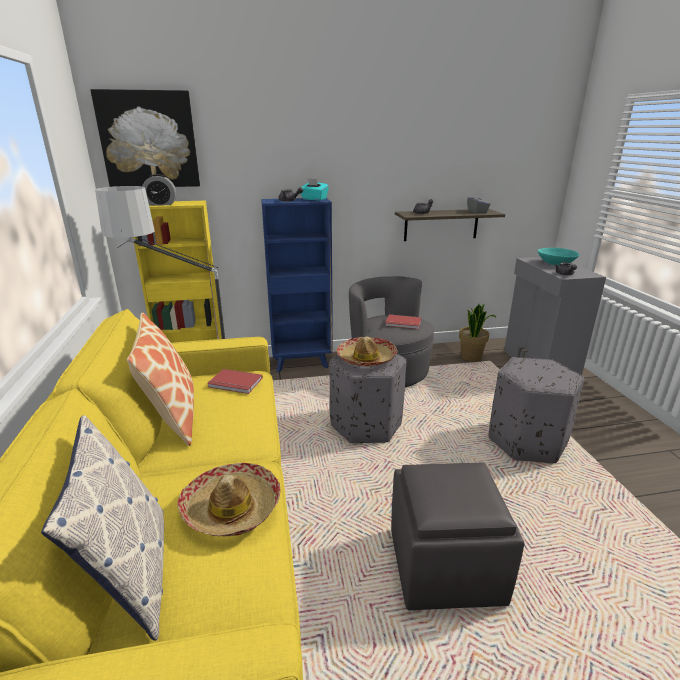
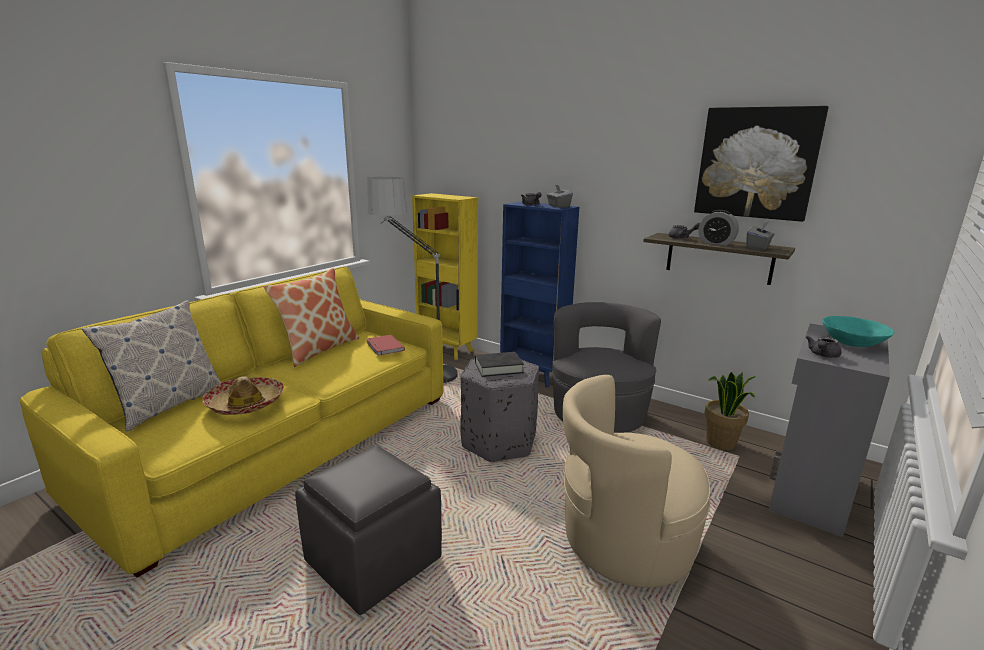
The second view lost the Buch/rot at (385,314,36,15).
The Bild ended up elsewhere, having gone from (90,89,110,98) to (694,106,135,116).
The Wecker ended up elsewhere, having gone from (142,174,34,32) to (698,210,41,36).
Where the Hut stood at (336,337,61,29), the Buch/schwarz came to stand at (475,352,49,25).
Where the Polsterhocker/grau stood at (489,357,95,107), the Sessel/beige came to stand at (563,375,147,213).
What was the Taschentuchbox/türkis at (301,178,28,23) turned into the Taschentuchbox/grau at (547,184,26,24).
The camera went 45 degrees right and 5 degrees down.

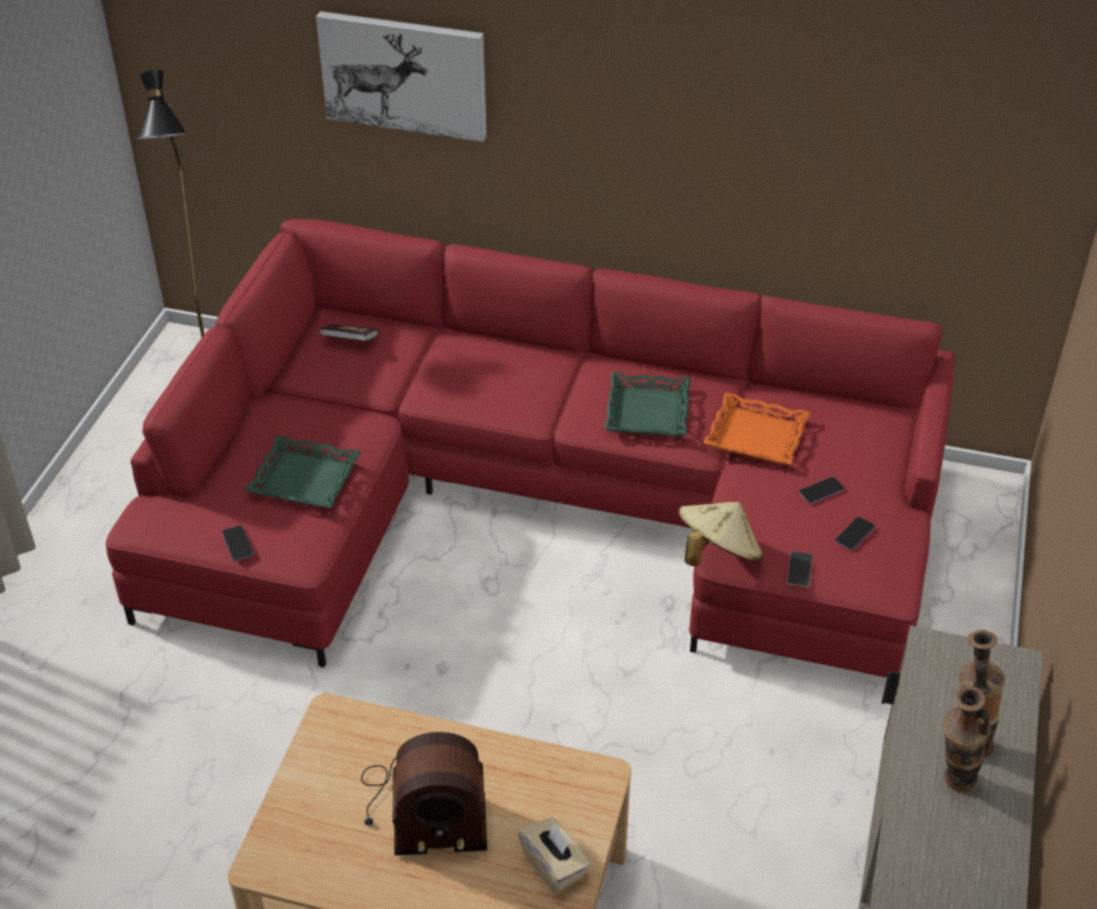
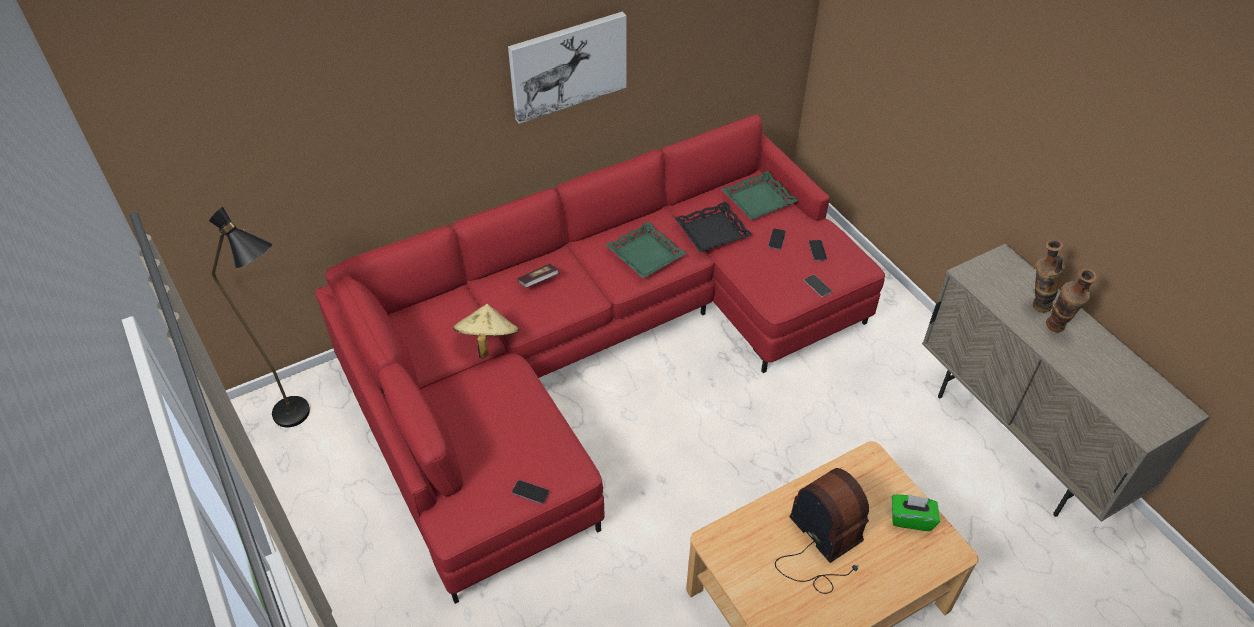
The Tablett/grün ended up elsewhere, having gone from (244,435,117,73) to (722,171,77,49).
The Bild ended up elsewhere, having gone from (316,11,171,131) to (508,12,119,112).
The Buch ended up elsewhere, having gone from (319,324,60,17) to (517,264,42,24).
The Hut/beige ended up elsewhere, having gone from (678,502,85,64) to (453,304,66,54).
What was the Taschentuchbox/beige at (518,817,73,76) turned into the Taschentuchbox/grün at (892,494,48,37).
What was the Tablett/orange at (703,392,108,73) turned into the Tablett/schwarz at (675,202,77,50).
The Radio at (361,732,126,123) ended up facing another way, 75 degrees counterclockwise from before.
The camera went 45 degrees left and 5 degrees up.

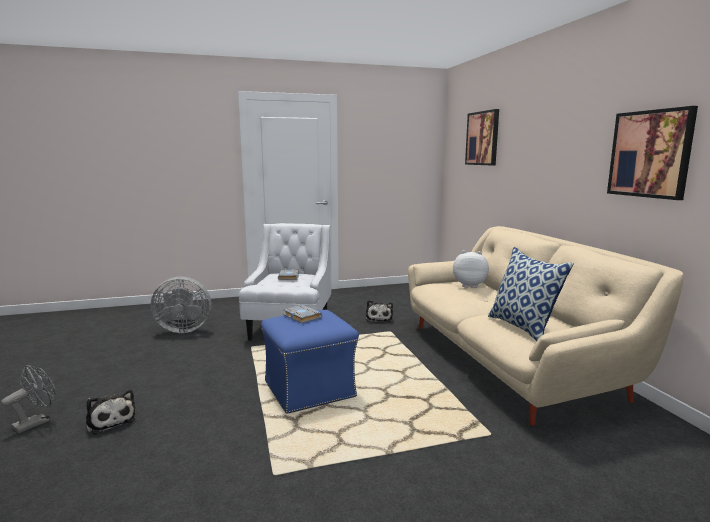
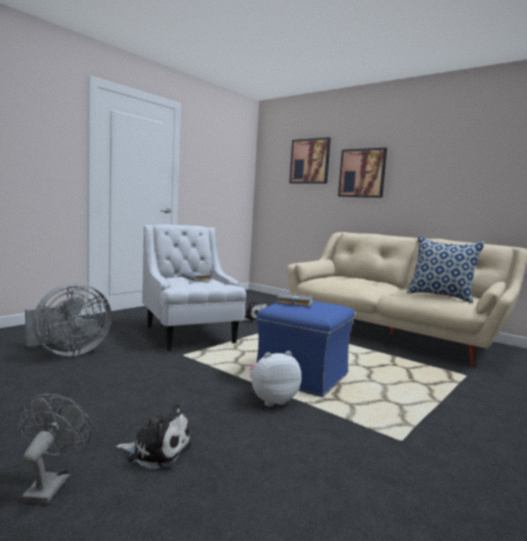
The Plüschtier ended up elsewhere, having gone from (453,250,36,38) to (249,351,52,56).
The Bild ended up elsewhere, having gone from (607,106,91,94) to (338,148,49,50).
The camera went 35 degrees left and 5 degrees down.

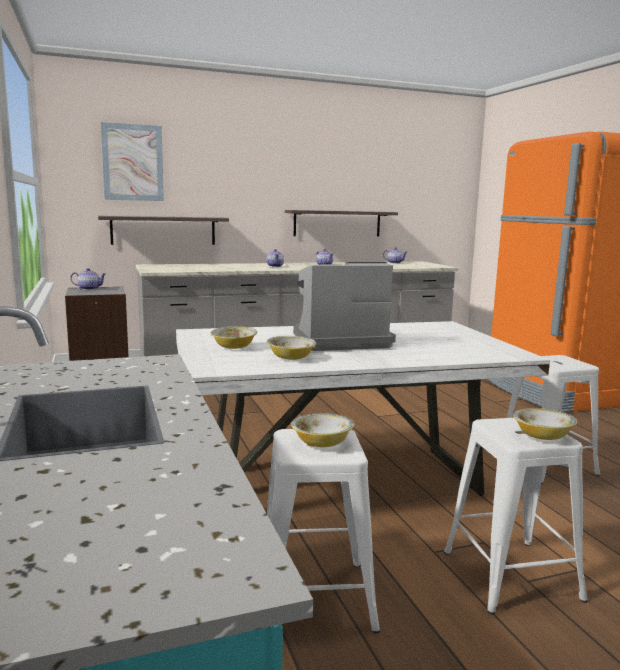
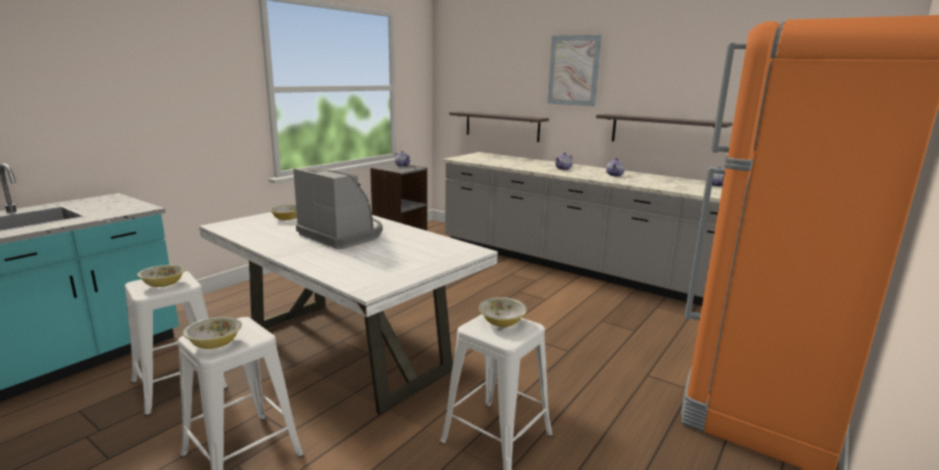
The Bild ended up elsewhere, having gone from (101,122,63,79) to (547,35,55,71).
The Schüssel ended up elsewhere, having gone from (267,336,49,24) to (479,297,48,30).
The camera went 55 degrees right and 5 degrees up.

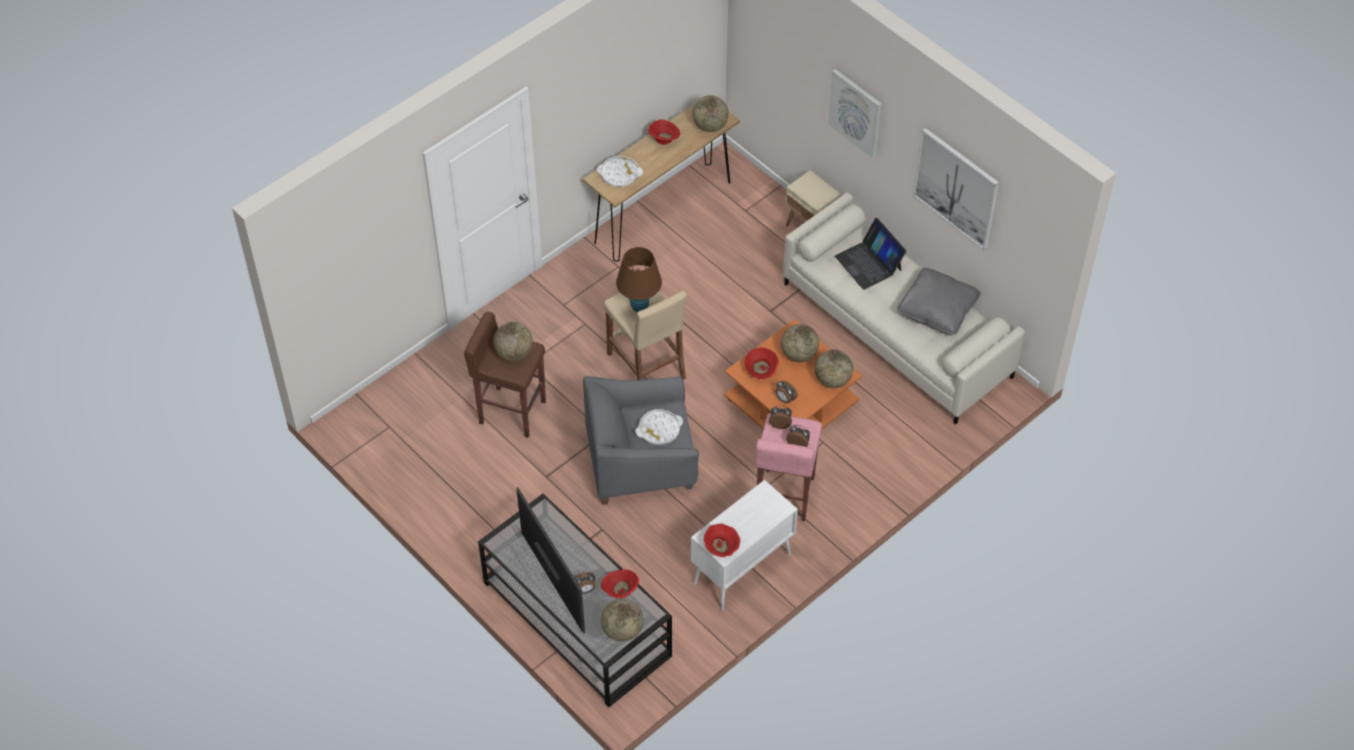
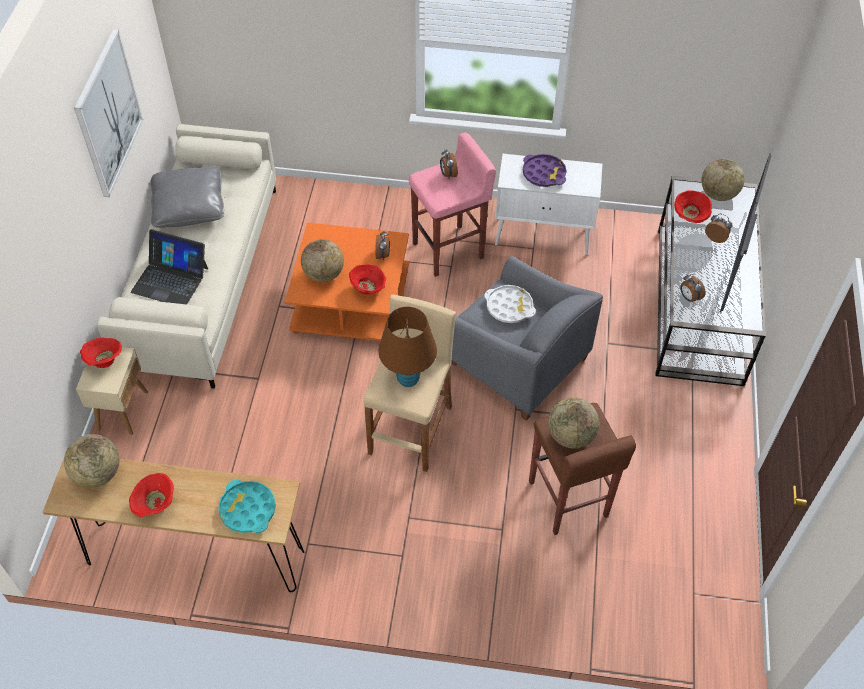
The second view lost the Globus at (815,350,38,38).
The second view lost the Bild at (828,69,54,90).
The second view gained the Tablett/lila at (523,154,43,33).
The Schüssel/rot ended up elsewhere, having gone from (704,524,36,33) to (80,338,42,30).
The Wecker ended up elsewhere, having gone from (769,405,23,24) to (680,274,26,28).
What was the Tablett/weiß at (597,156,46,31) turned into the Tablett/türkis at (218,479,58,54).
The Laptop at (835,218,71,72) ended up facing another way, 90 degrees clockwise from before.
The camera went 130 degrees left and 0 degrees up.

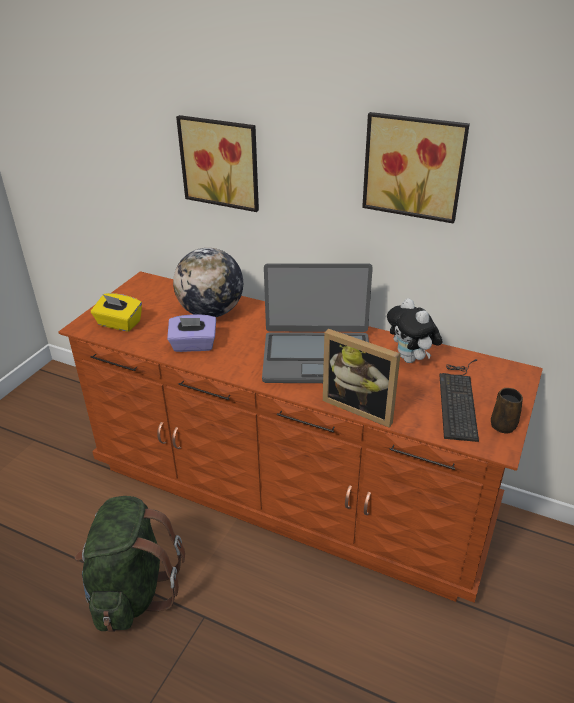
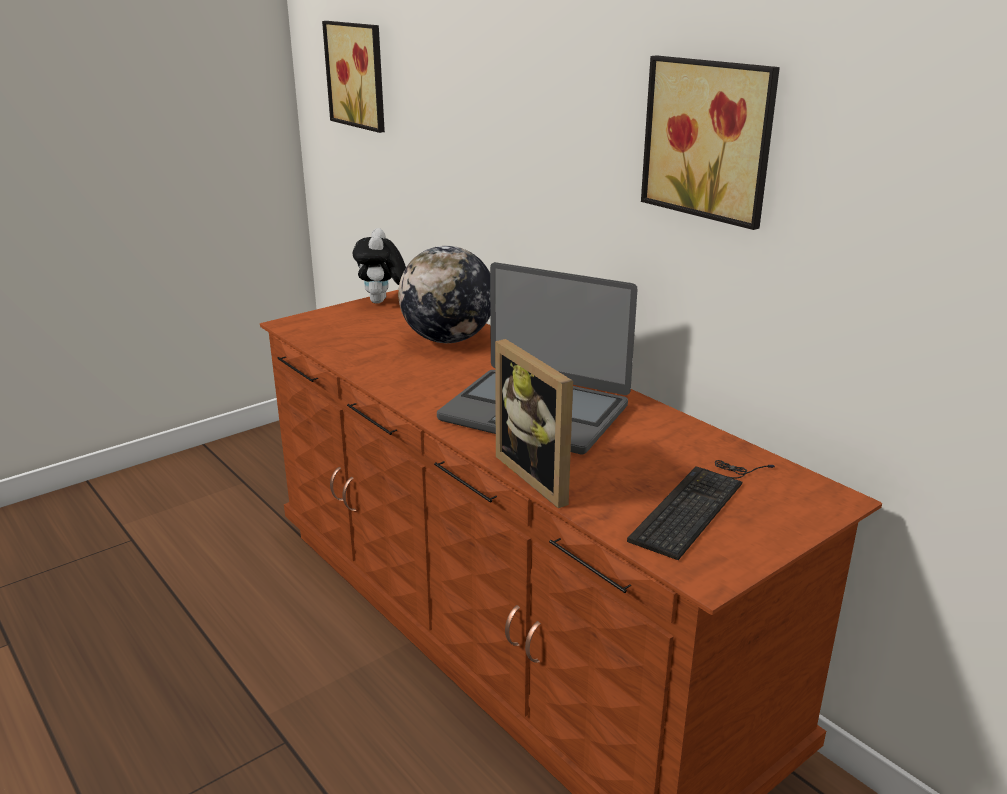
The second view lost the Rucksack/grün at (75,496,110,136).
The second view lost the Taschentuchbox/gelb at (91,293,51,39).
The second view lost the Taschentuchbox/lila at (167,314,49,38).
The second view lost the Henkelbecher/braun at (491,388,32,46).
The Bild ended up elsewhere, having gone from (176,115,83,97) to (322,21,63,112).
The Plüschtier ended up elsewhere, having gone from (387,299,55,64) to (353,228,53,76).
The camera went 25 degrees right and 10 degrees down.

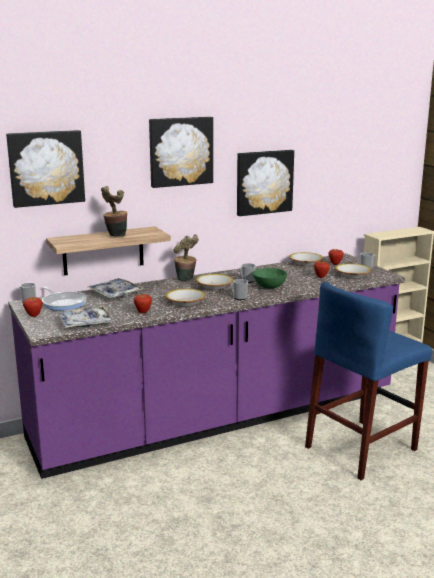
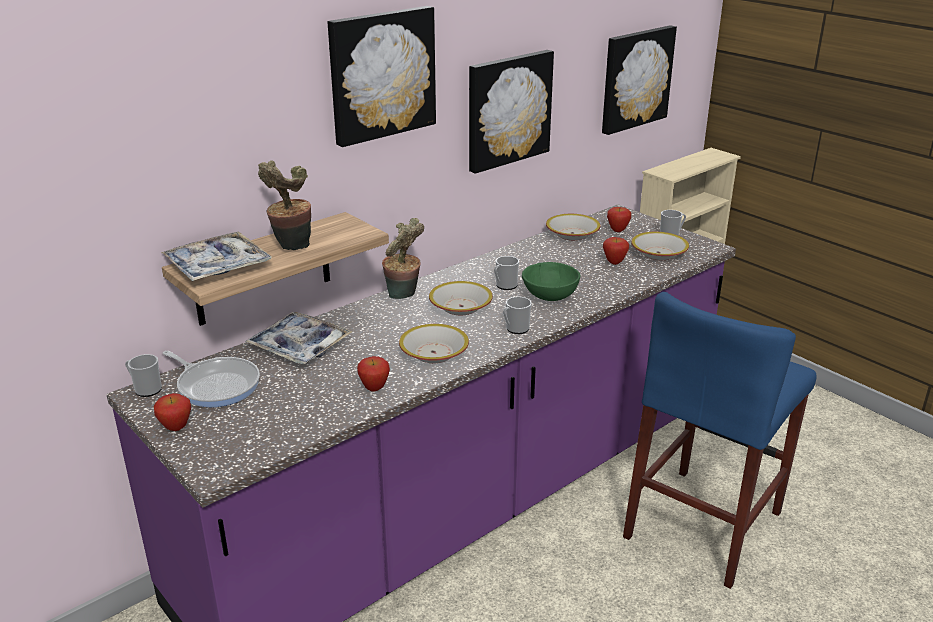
The Bild ended up elsewhere, having gone from (6,130,79,78) to (602,25,75,110).
The Tablett ended up elsewhere, having gone from (58,306,57,22) to (161,231,111,50).
The camera went 15 degrees left and 10 degrees up.

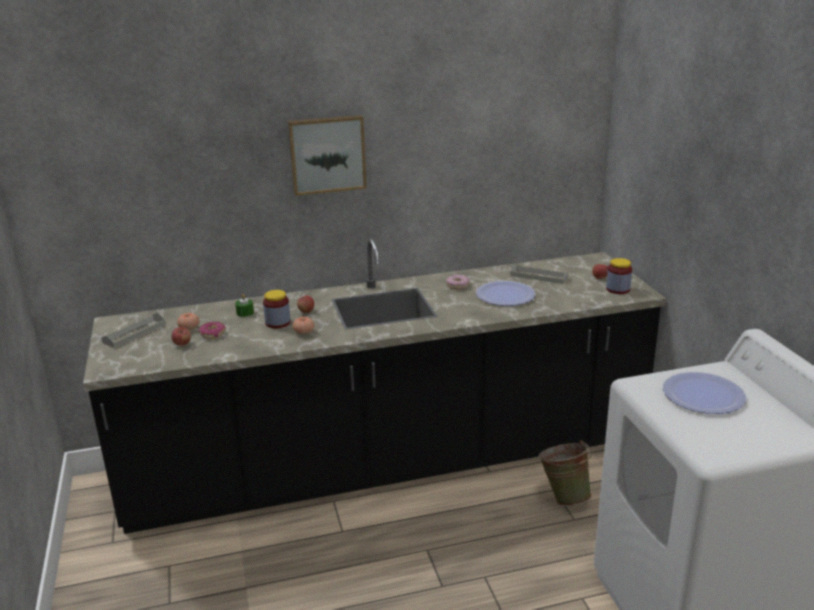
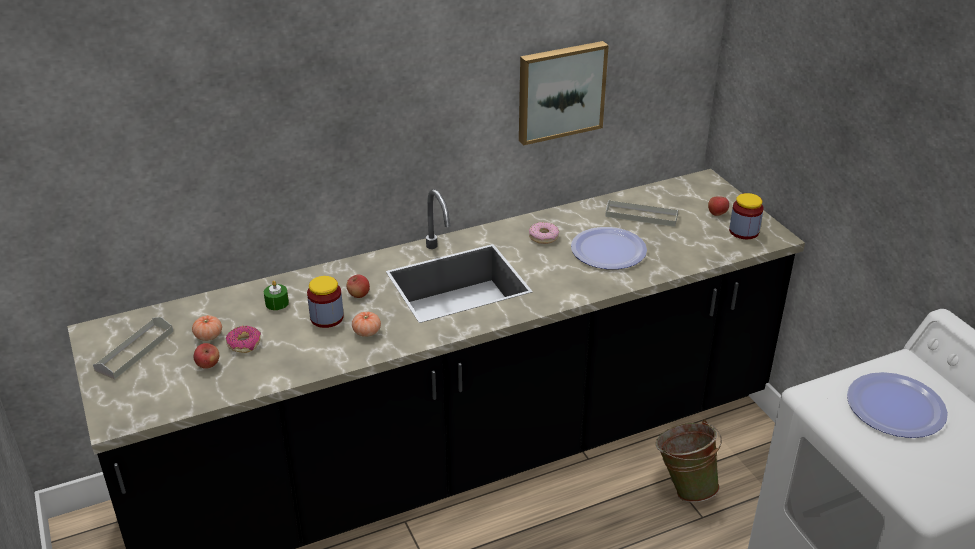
The Bild ended up elsewhere, having gone from (288,115,79,81) to (519,41,90,104).
The camera went 10 degrees left and 10 degrees up.

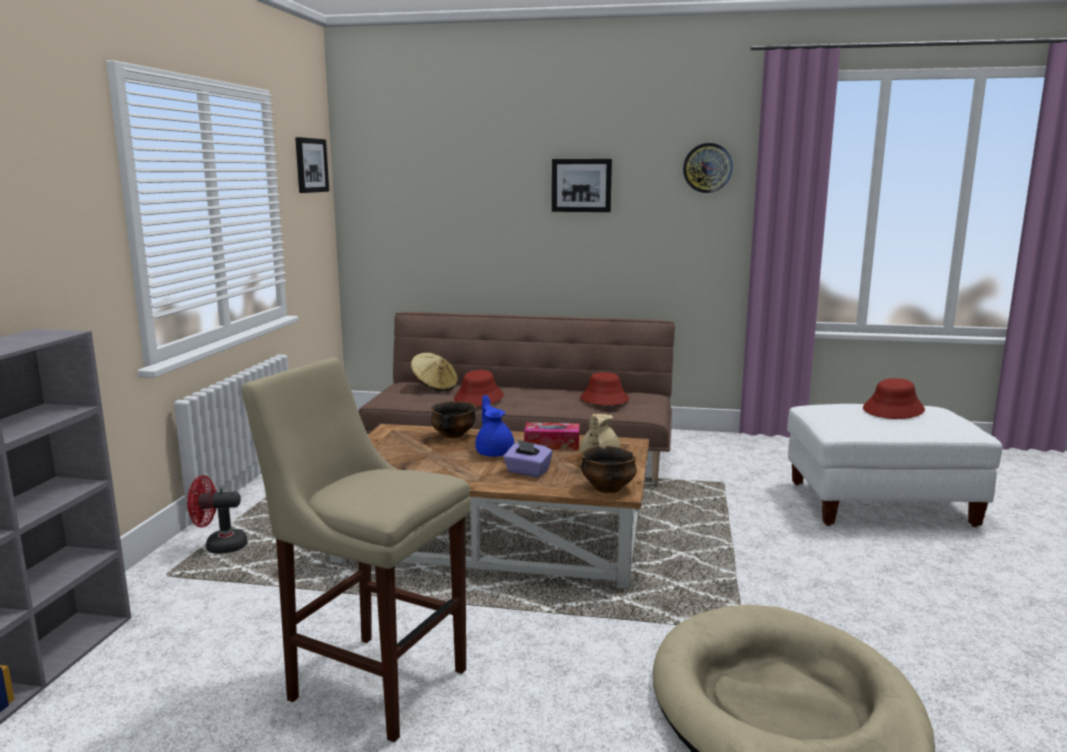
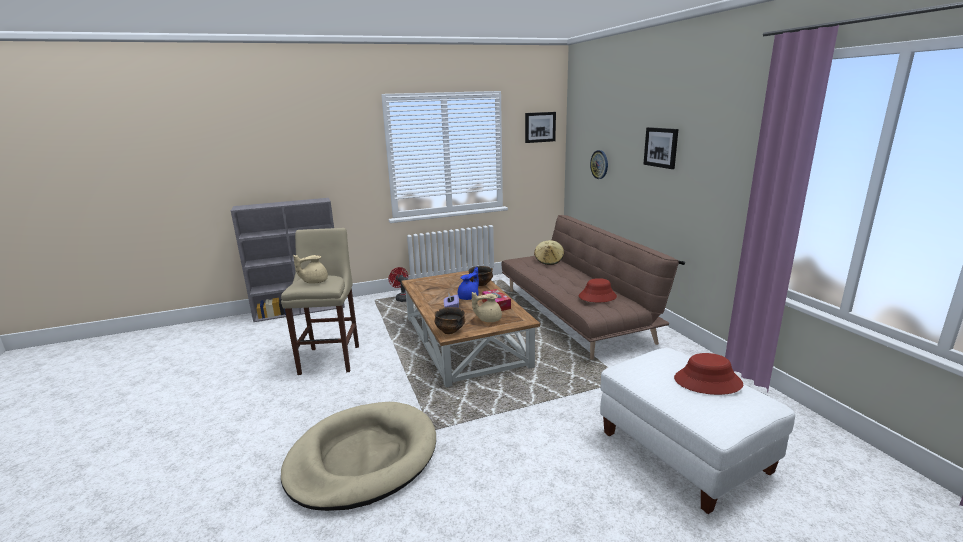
The second view lost the Hut/rot at (454,370,49,36).
The second view gained the Teekanne/beige at (293,255,35,29).
The Wanduhr ended up elsewhere, having gone from (683,143,50,50) to (590,150,18,29).
The camera went 60 degrees right and 5 degrees up.

